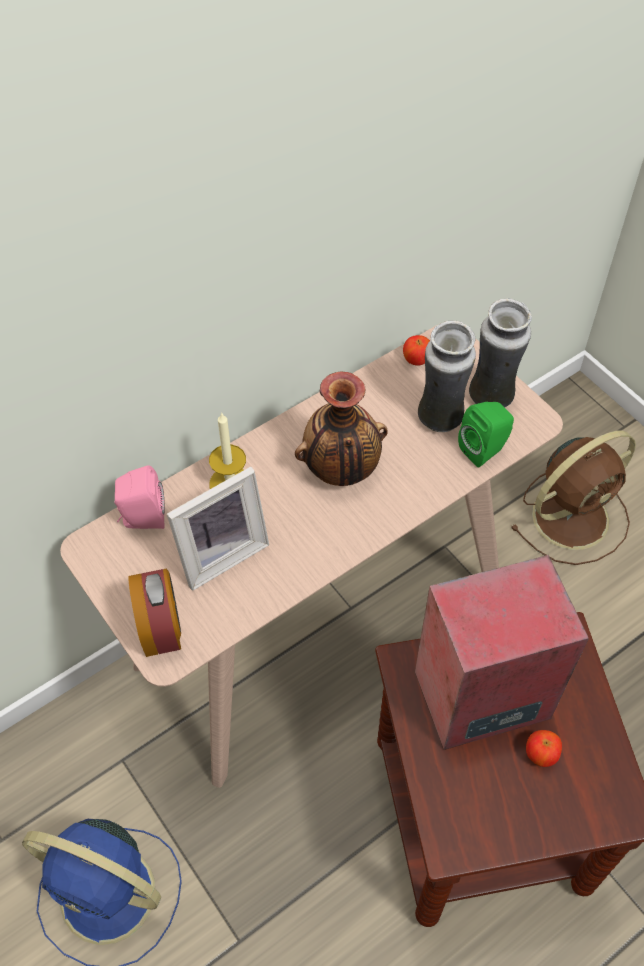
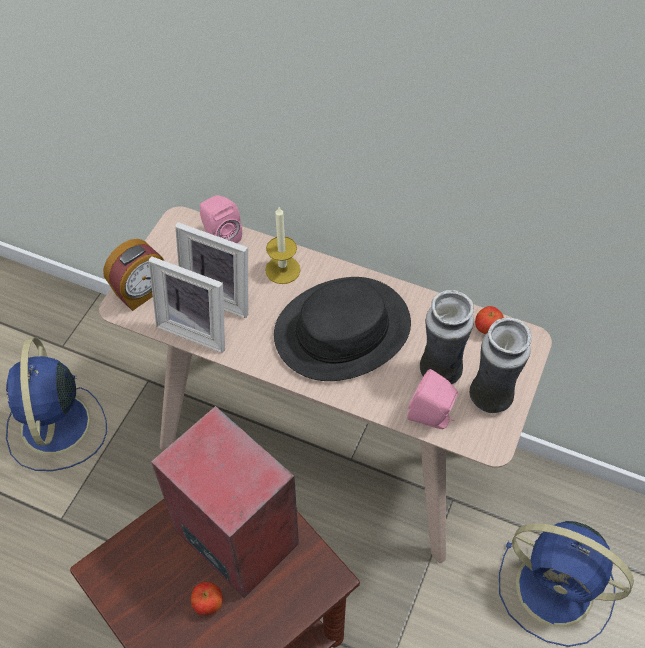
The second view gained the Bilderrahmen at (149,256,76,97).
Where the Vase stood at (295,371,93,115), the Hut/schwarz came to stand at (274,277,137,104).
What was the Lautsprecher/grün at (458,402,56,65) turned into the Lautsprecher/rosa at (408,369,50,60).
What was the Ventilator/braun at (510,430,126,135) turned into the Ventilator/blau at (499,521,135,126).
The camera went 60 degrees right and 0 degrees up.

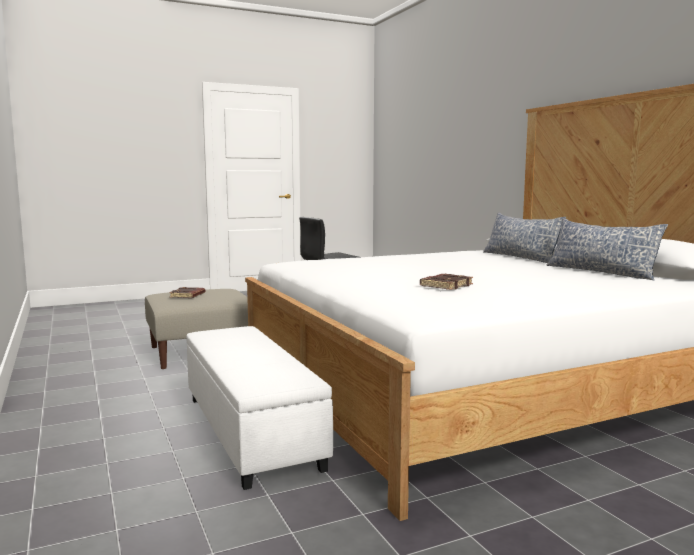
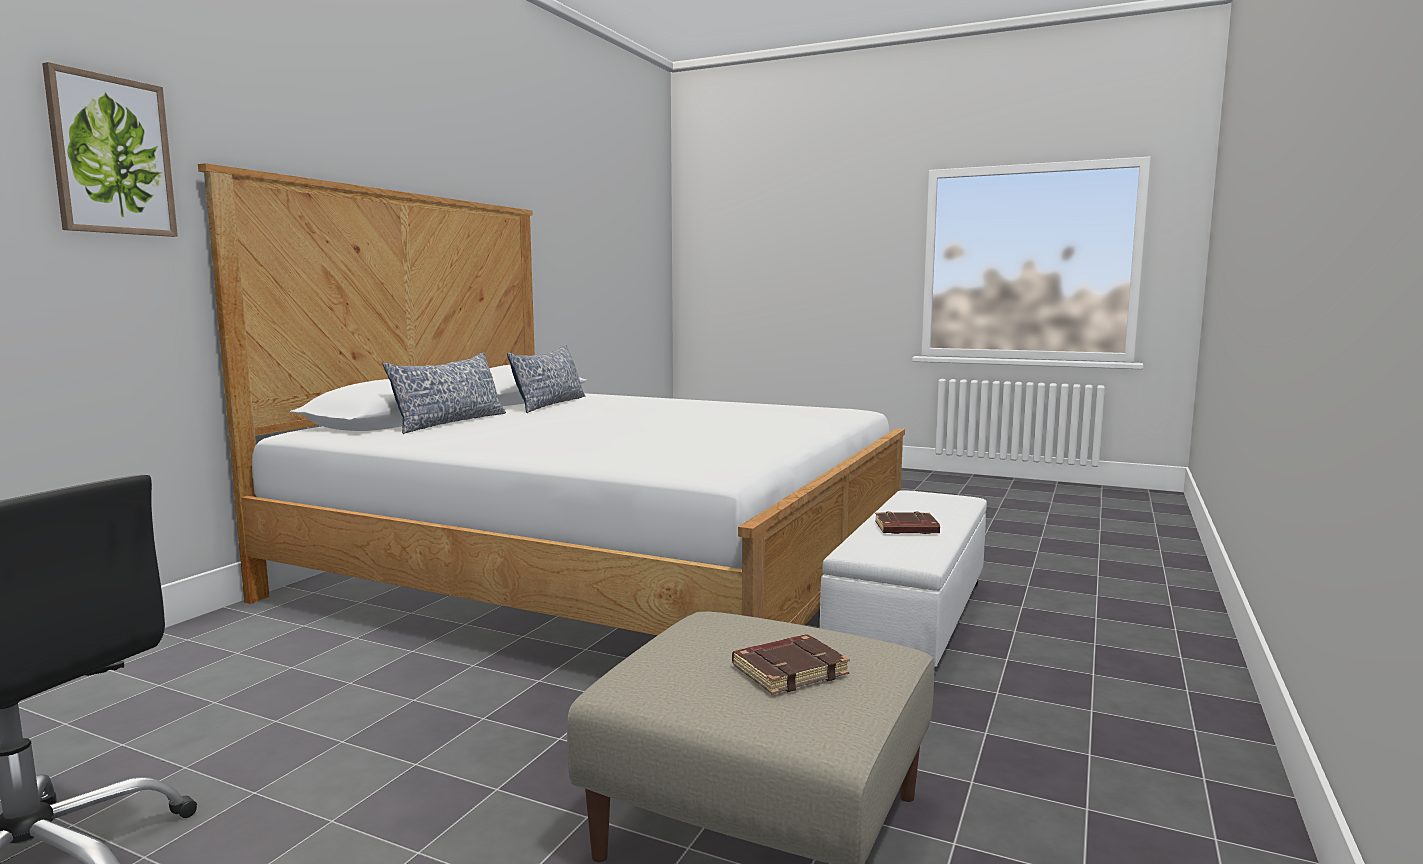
The second view gained the Bild at (42,62,136,175).
The Buch/braun ended up elsewhere, having gone from (420,274,53,16) to (875,511,65,23).
The camera went 130 degrees left and 0 degrees up.

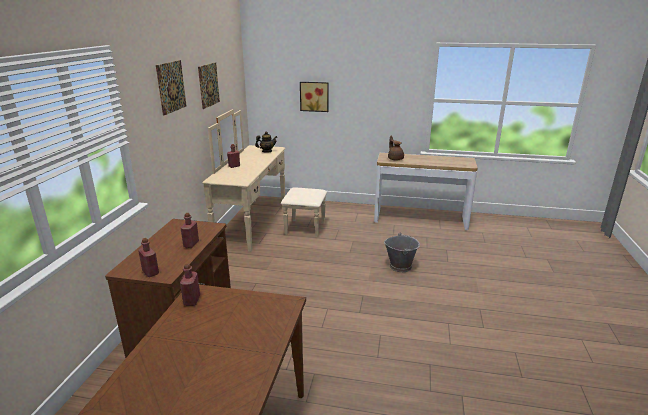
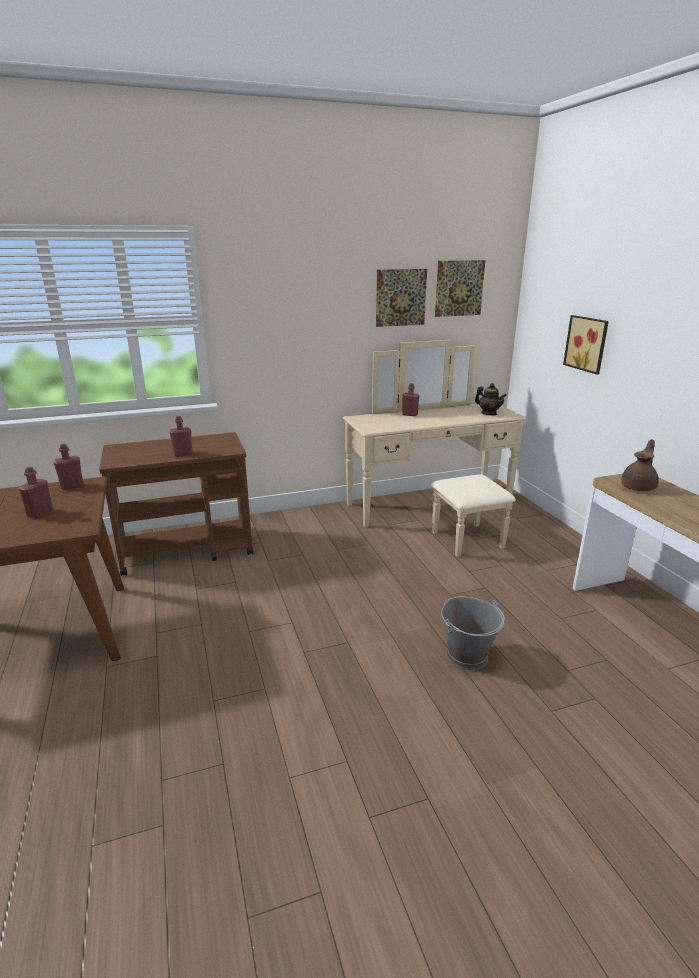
The Flasche/rot ended up elsewhere, having gone from (138,238,21,39) to (19,467,34,51).
The Bild ended up elsewhere, having gone from (156,60,30,56) to (435,260,50,57).
The camera went 60 degrees right and 0 degrees up.

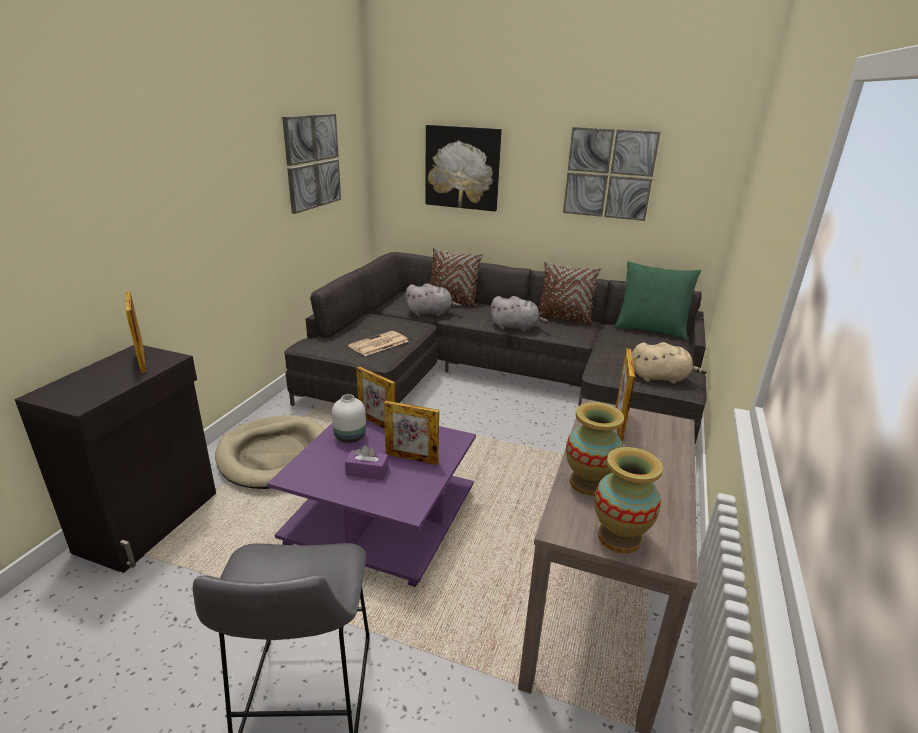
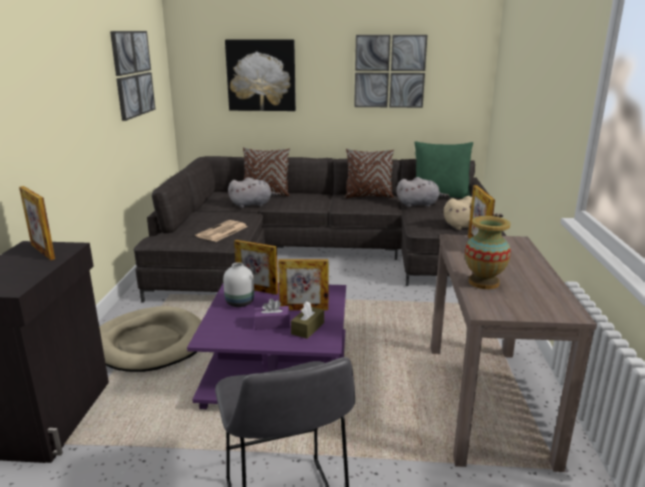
The second view lost the Vase at (594,447,69,107).
The second view gained the Taschentuchbox/braun at (291,301,33,38).
The Plüschtier/grau ended up elsewhere, having gone from (491,296,57,36) to (396,177,54,30).
The camera went 15 degrees left and 5 degrees down.

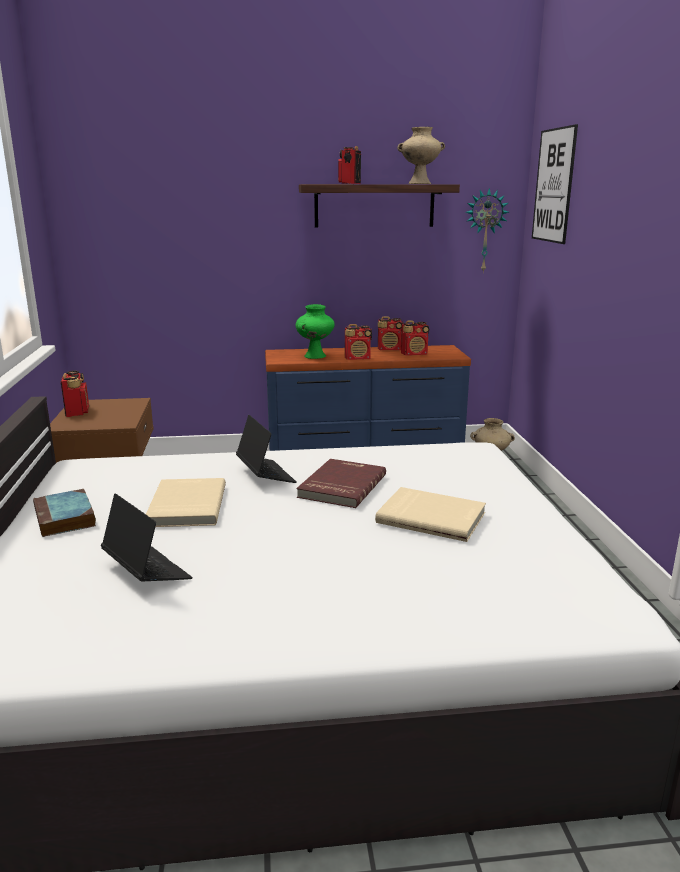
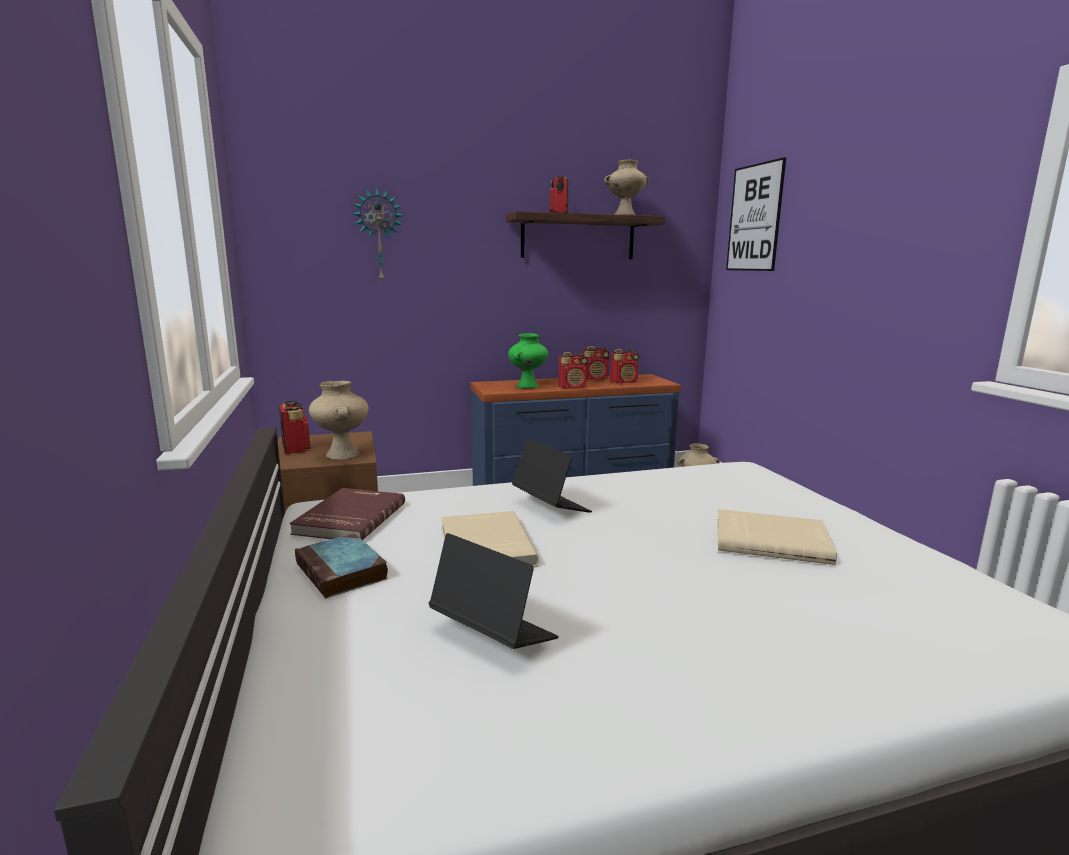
The second view gained the Vase/beige at (309,381,60,79).
The Buch/rot ended up elsewhere, having gone from (296,459,90,49) to (289,488,116,52).
The Wanduhr ended up elsewhere, having gone from (466,188,43,84) to (353,188,51,94).
The camera went 10 degrees left and 5 degrees down.

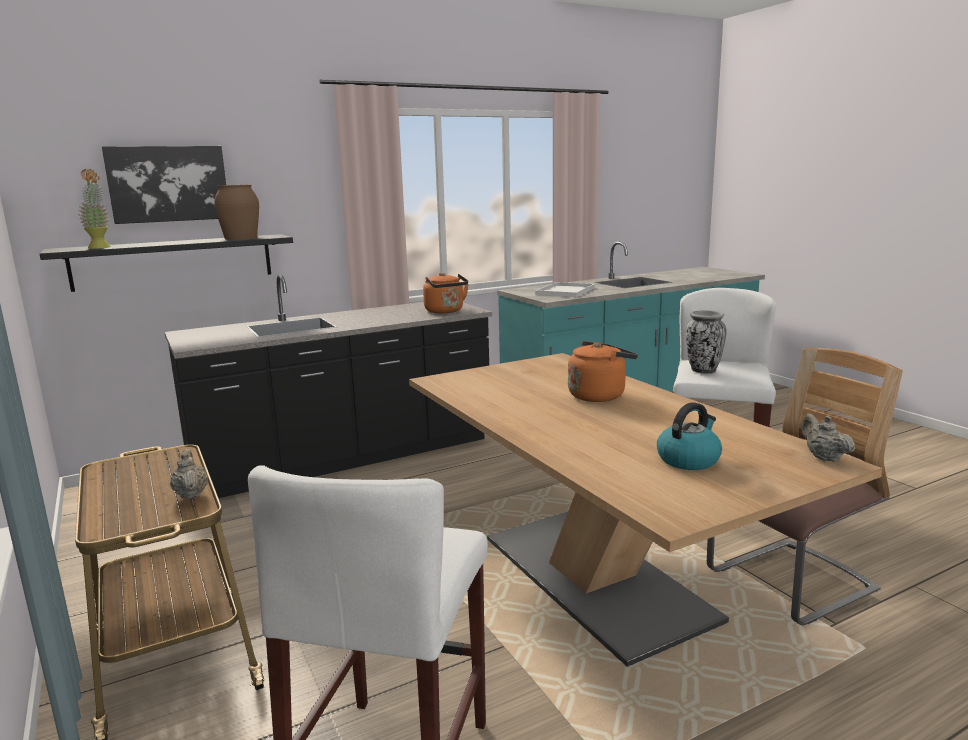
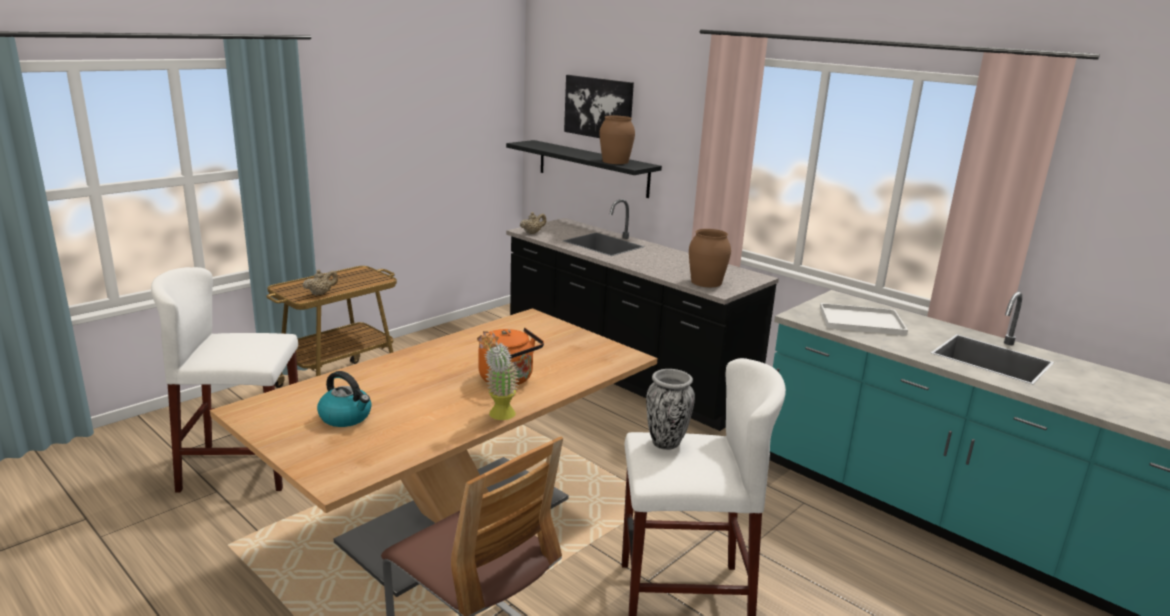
The Topfpflanze ended up elsewhere, having gone from (78,169,33,80) to (477,331,42,89).
The Teekanne/beige ended up elsewhere, having gone from (801,413,54,49) to (520,212,26,22).
Where the Wasserkessel/orange stood at (423,273,46,40), the Vase/braun came to stand at (689,229,42,58).
The camera went 70 degrees right and 5 degrees up.

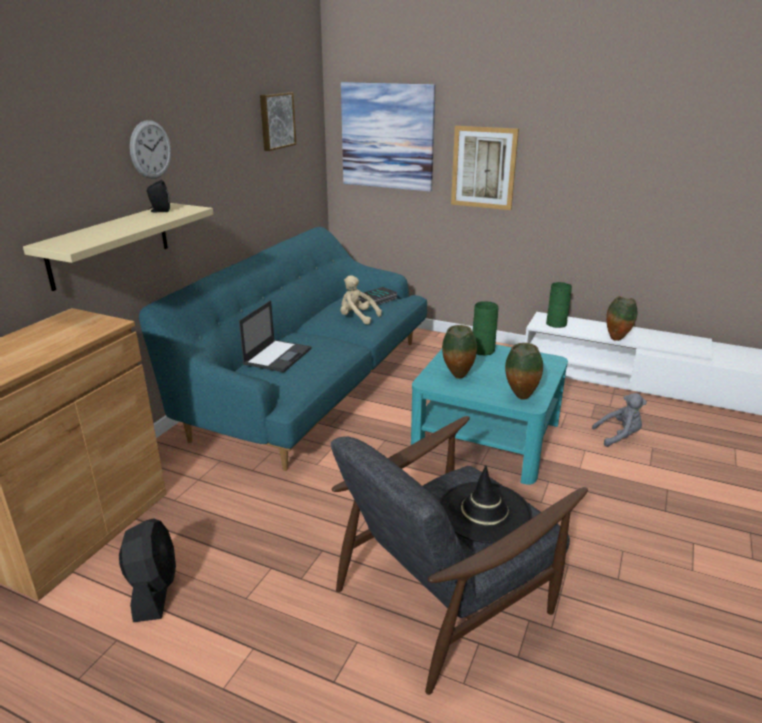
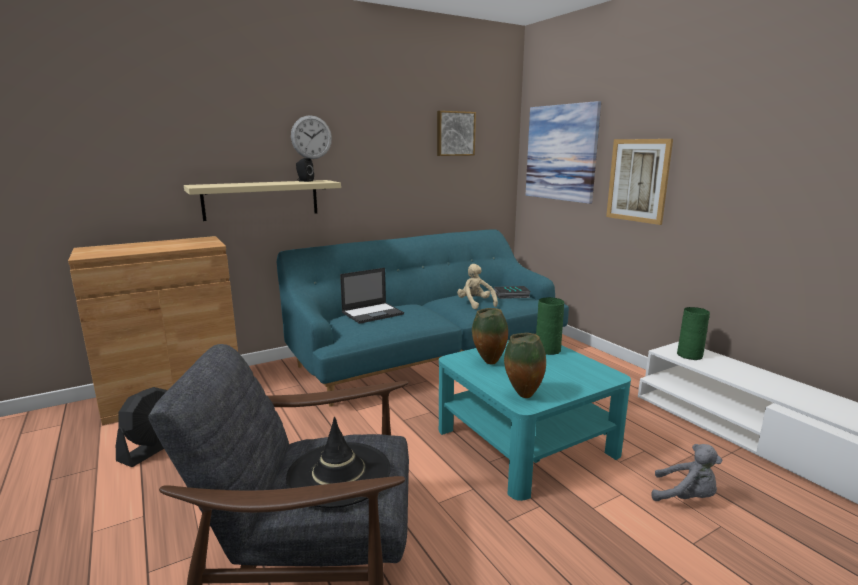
The second view lost the Vase at (606,296,32,45).
The camera went 35 degrees right and 10 degrees down.

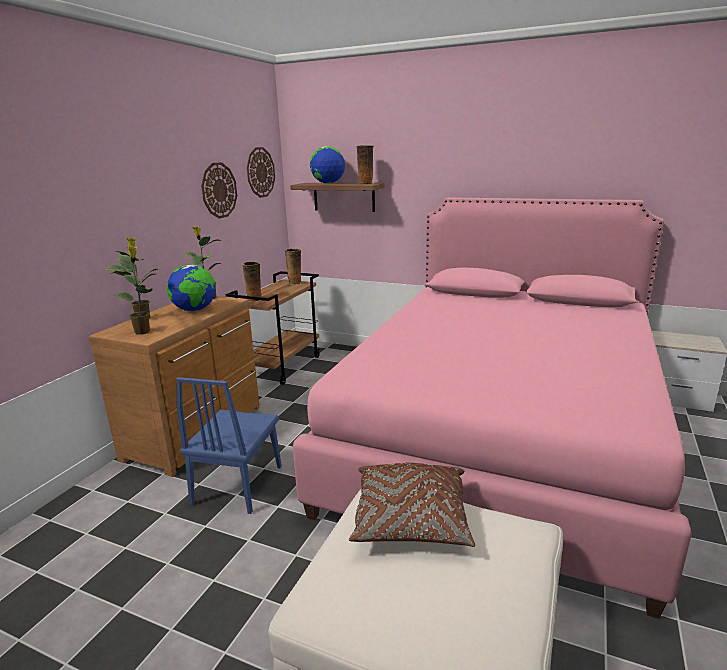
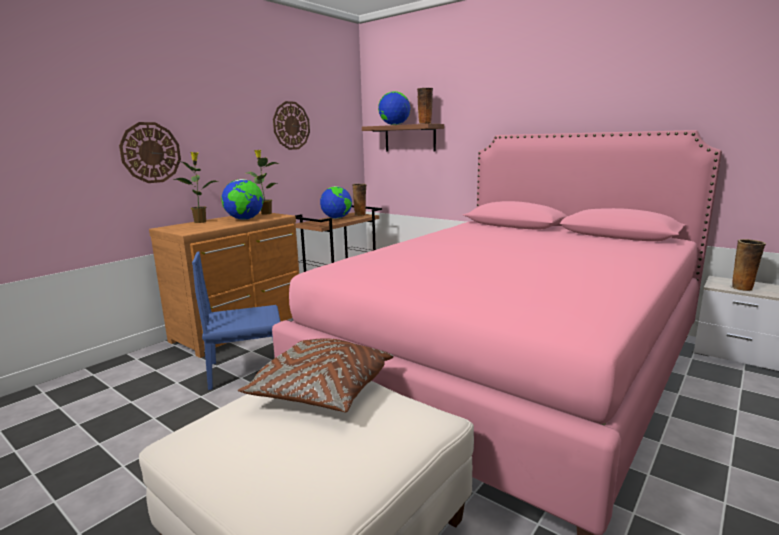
The second view lost the Topfpflanze at (105,246,50,89).
The second view gained the Globus at (320,186,32,33).
The Vase ended up elsewhere, having gone from (242,261,19,41) to (730,239,36,52).
The Wanduhr ended up elsewhere, having gone from (247,147,28,51) to (119,122,62,61).
The Stuhl/blau at (176,377,106,137) ended up facing another way, 45 degrees clockwise from before.
The camera went 15 degrees right and 5 degrees down.

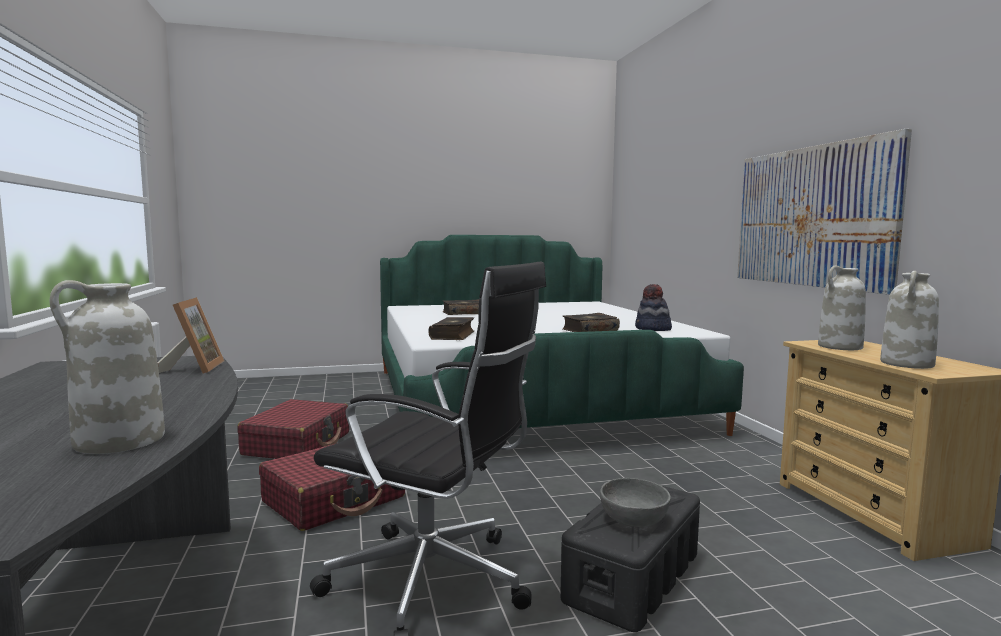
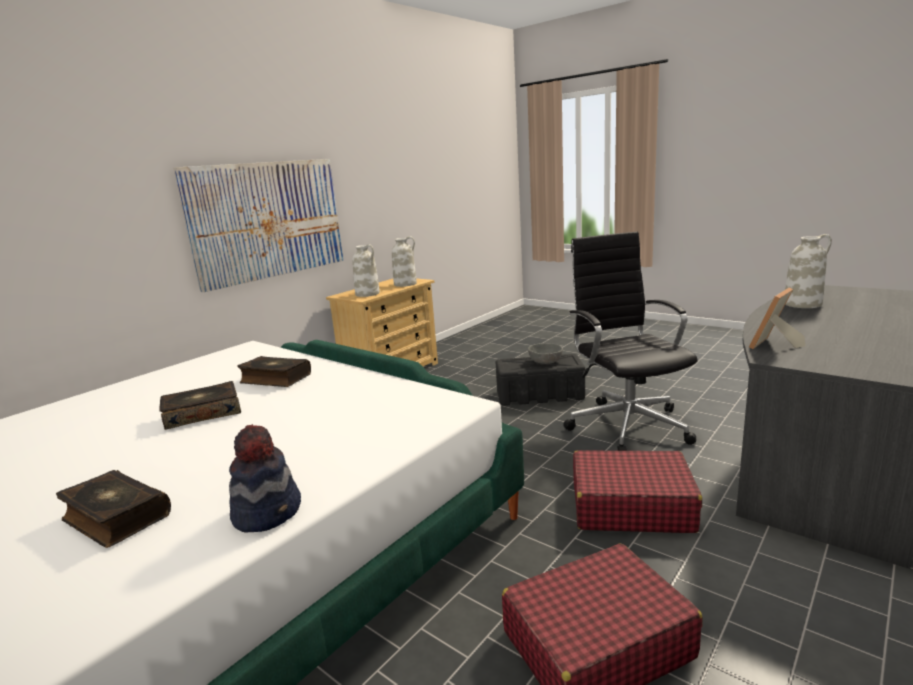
The Buch ended up elsewhere, having gone from (429,317,45,23) to (159,381,82,49).
The Hut ended up elsewhere, having gone from (635,284,37,47) to (229,424,72,109).
The camera went 125 degrees left and 10 degrees up.

